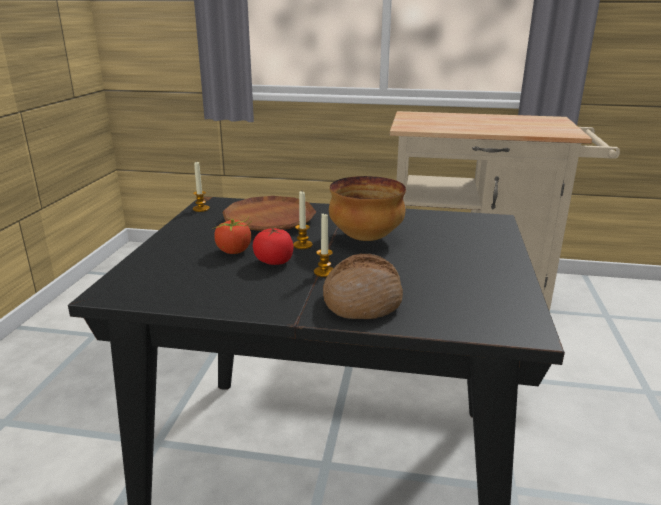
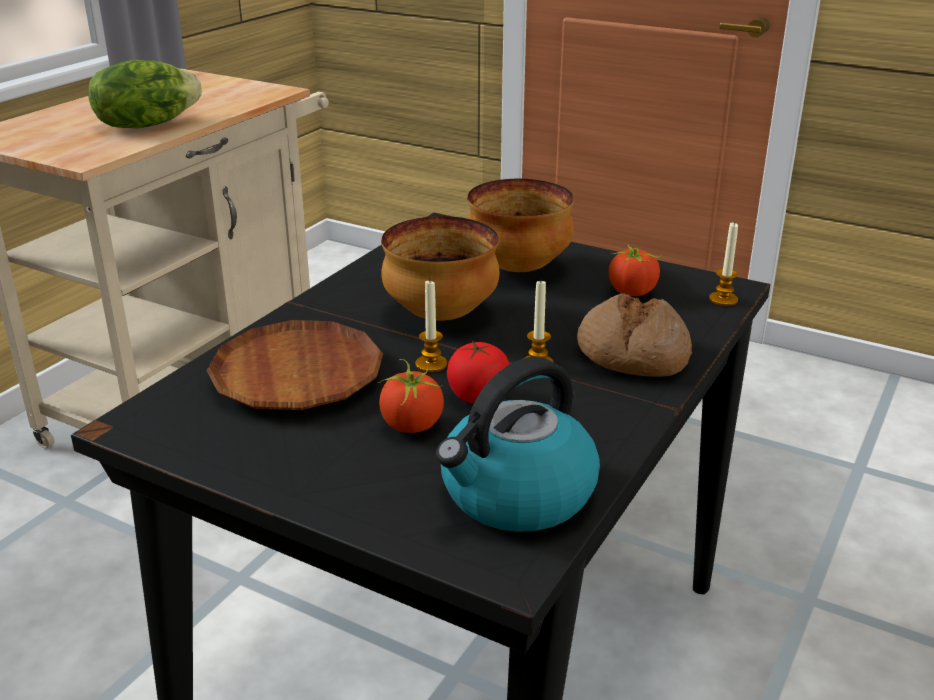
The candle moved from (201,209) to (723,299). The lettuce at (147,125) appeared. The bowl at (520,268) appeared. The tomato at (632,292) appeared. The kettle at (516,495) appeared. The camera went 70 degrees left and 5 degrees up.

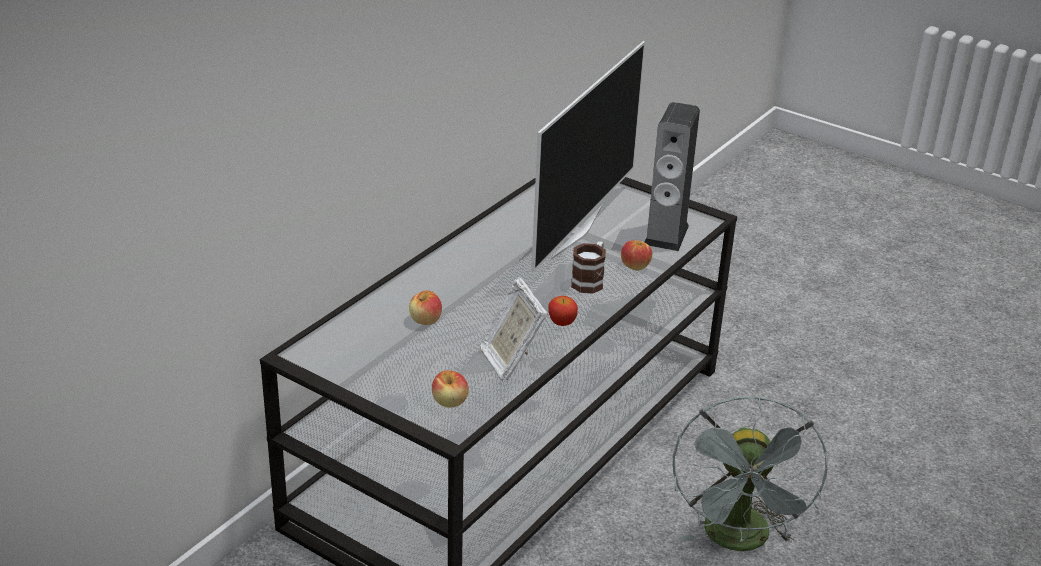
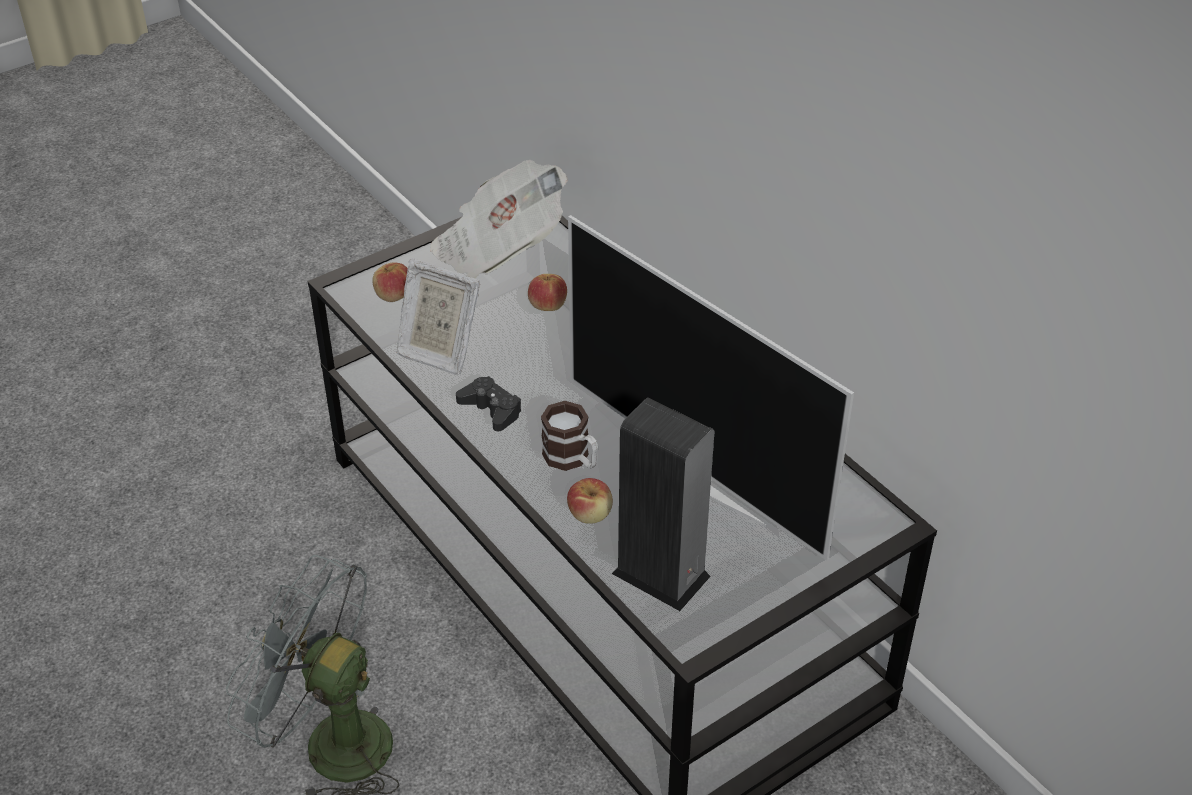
The picture frame at (510,361) turned 150 degrees counterclockwise. The apple at (562,322) was replaced by the black game controller at (491,409). The newspaper at (499,248) appeared. The camera went 110 degrees right and 10 degrees up.

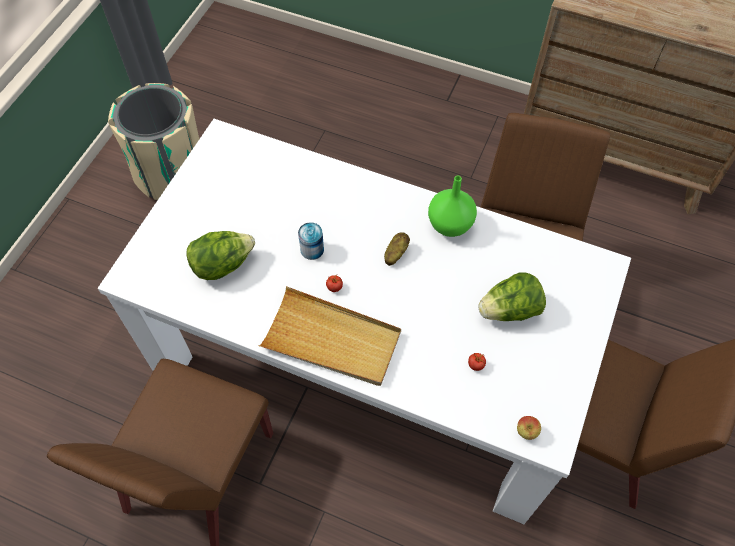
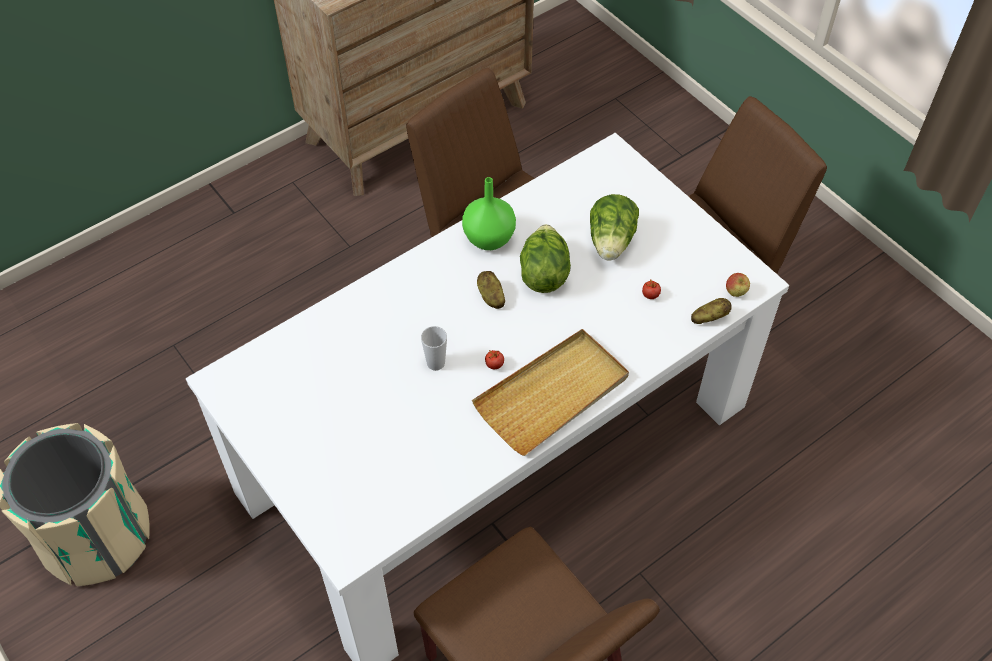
The can at (312,249) was replaced by the cup at (436,363). The lettuce moved from (223,265) to (543,273). The potato at (709,317) appeared. The camera went 60 degrees left and 5 degrees down.

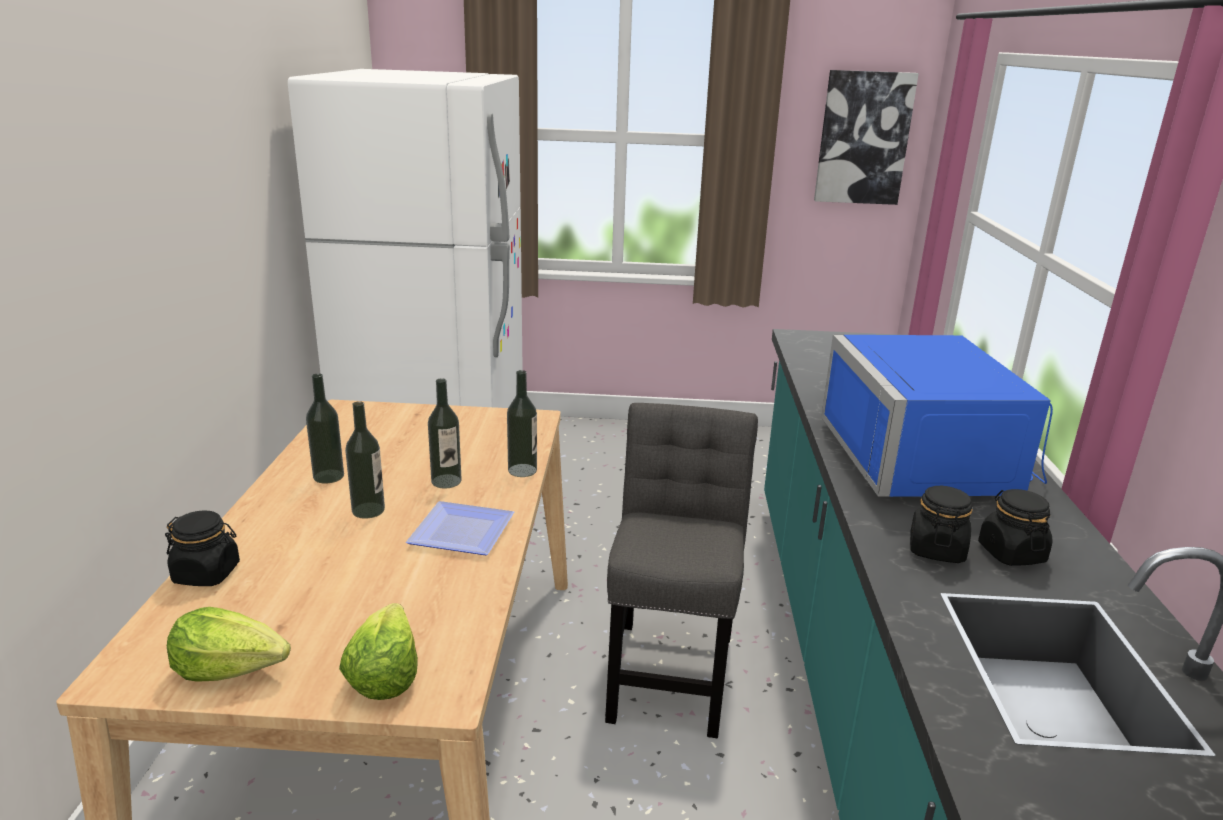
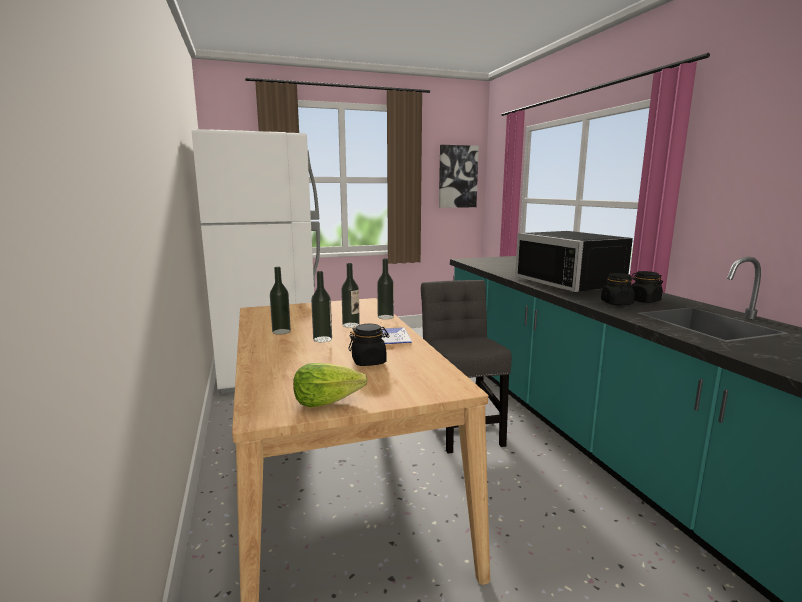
The blue microwave at (929,460) became the black microwave at (574,283). The black jar moved from (207,573) to (369,361). The lettuce at (384,674) disappeared. The camera went 20 degrees left and 10 degrees down.

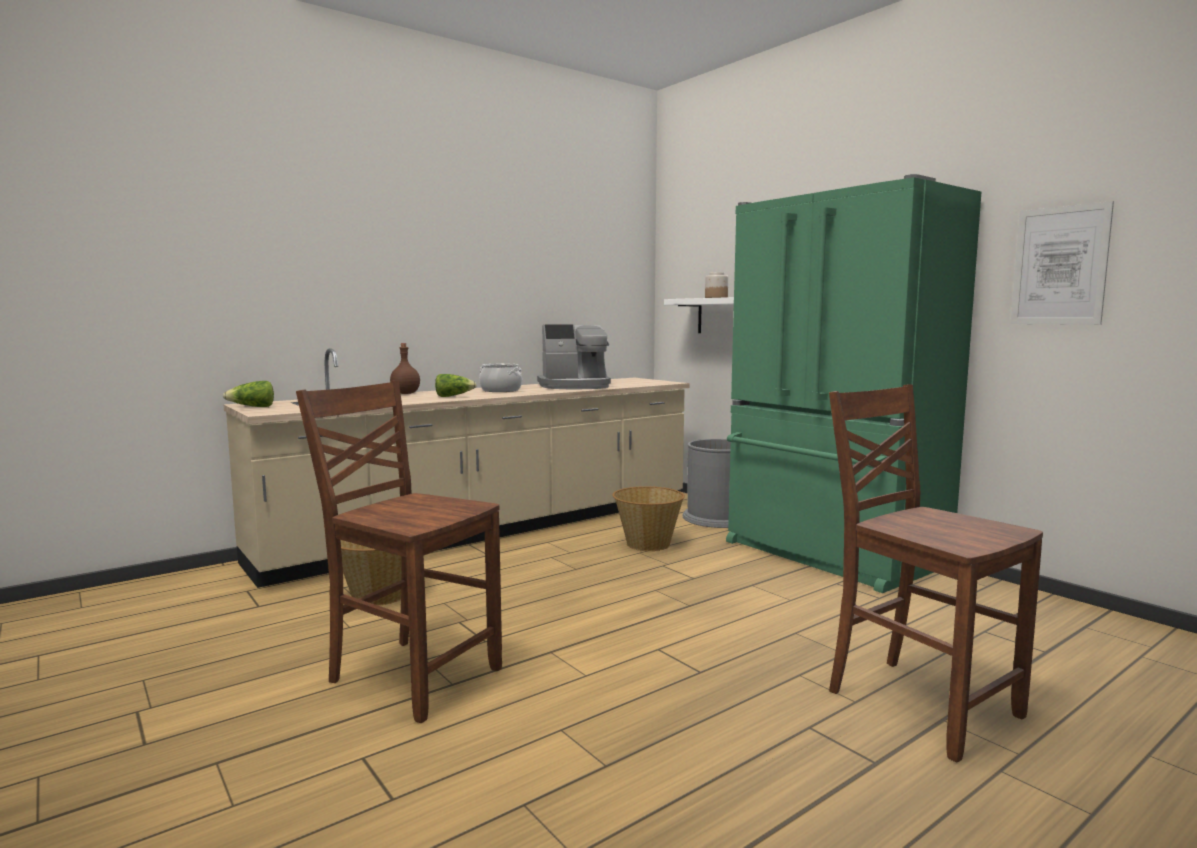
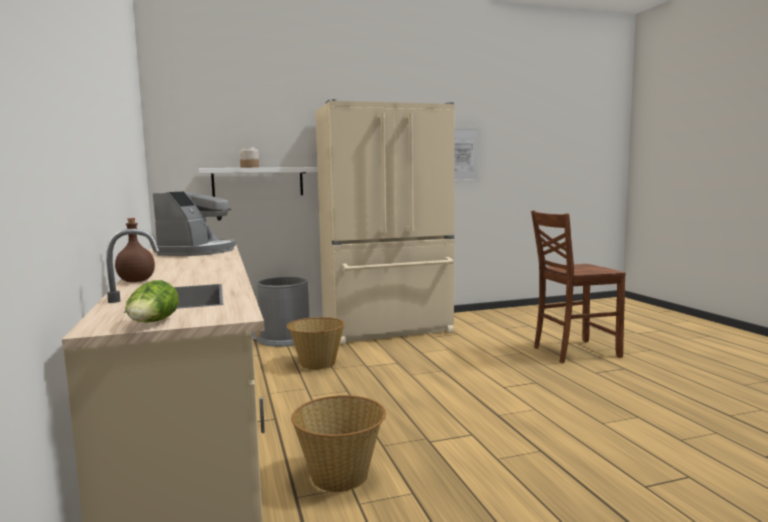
The green fridge at (830,555) became the beige fridge at (388,329). The cooking pot at (500,390) disappeared. The lettuce at (453,396) disappeared. The brown chair at (412,675) disappeared. The camera went 70 degrees left and 0 degrees up.

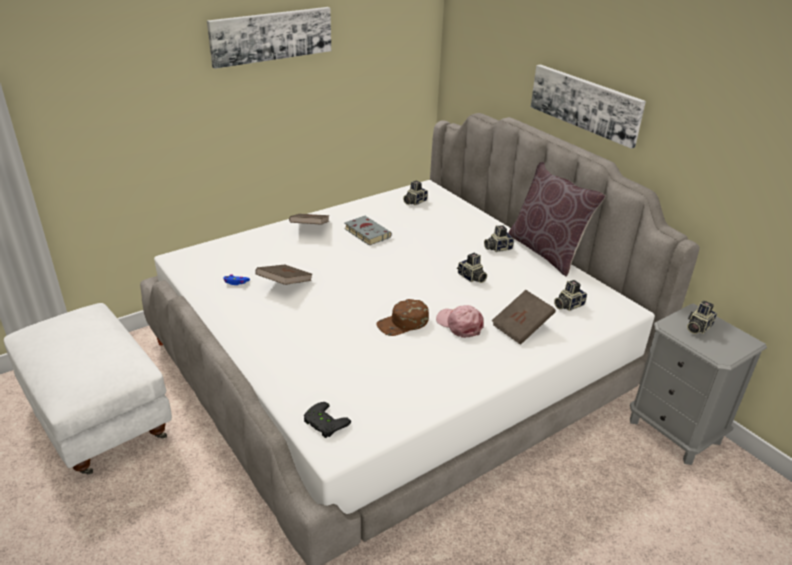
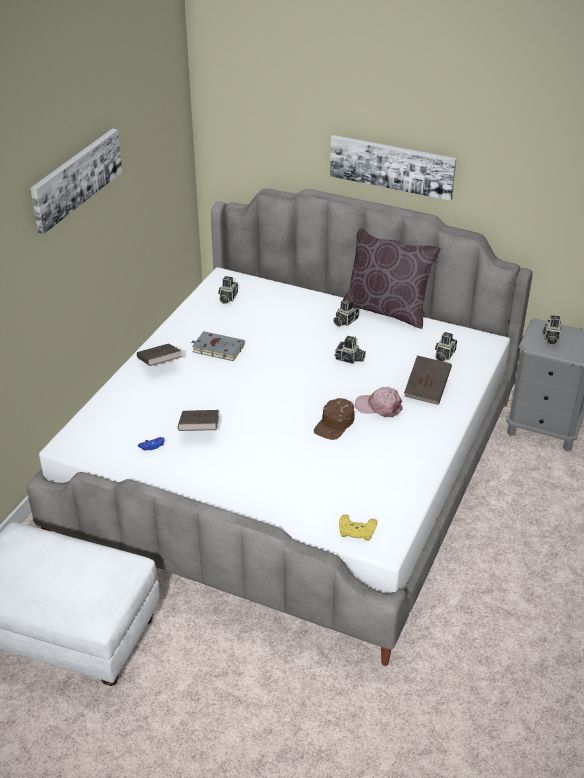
The black game controller at (323,423) became the yellow game controller at (356,531). The camera went 30 degrees left and 5 degrees up.

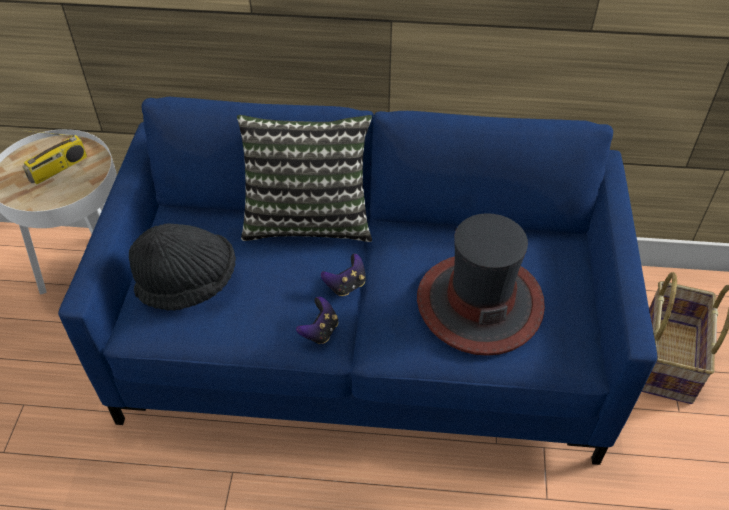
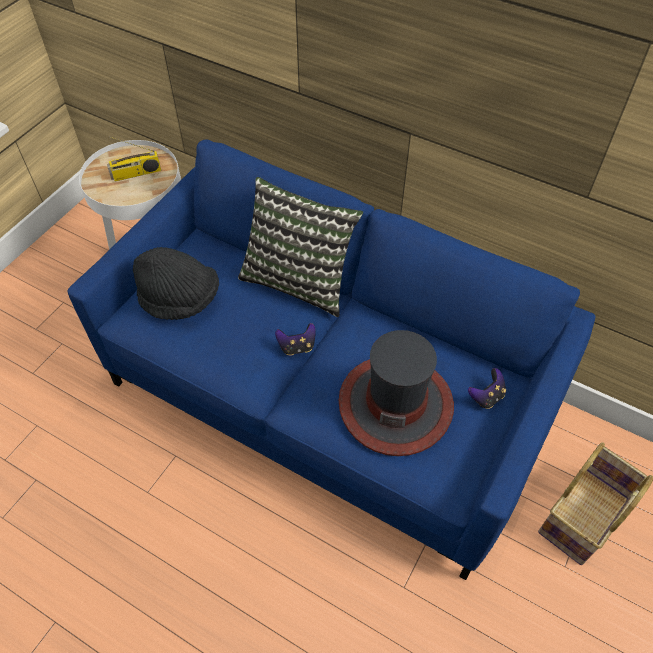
The game controller moved from (320,331) to (486,396). The camera went 25 degrees right and 5 degrees up.

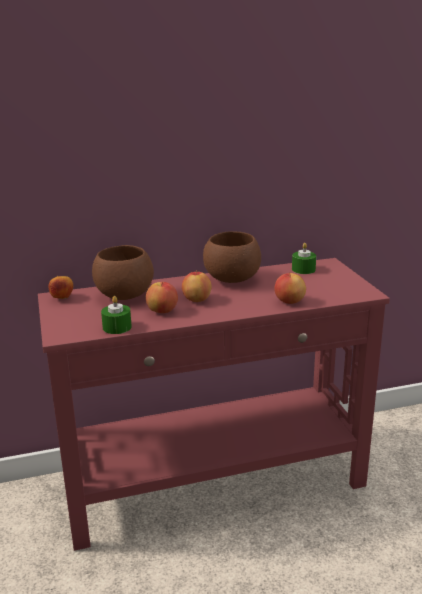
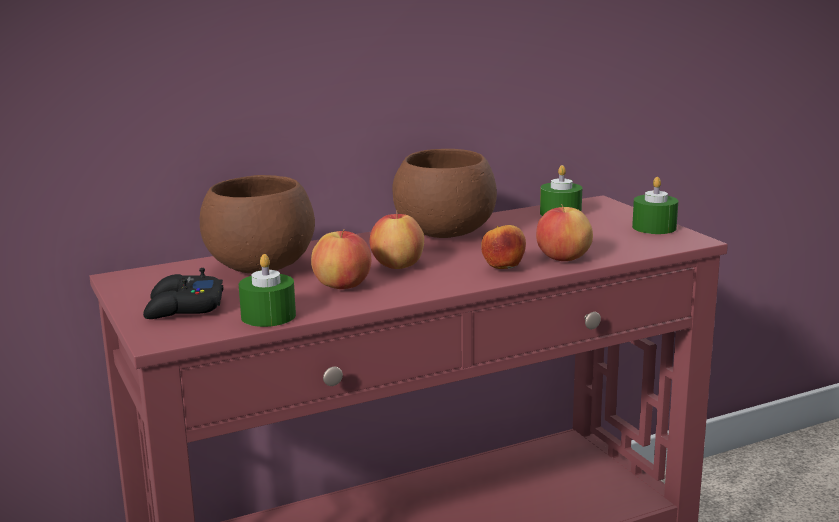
The apple moved from (62,298) to (503,268). The green candle at (654,227) appeared. The black game controller at (183,308) appeared. The camera went 10 degrees left and 5 degrees down.

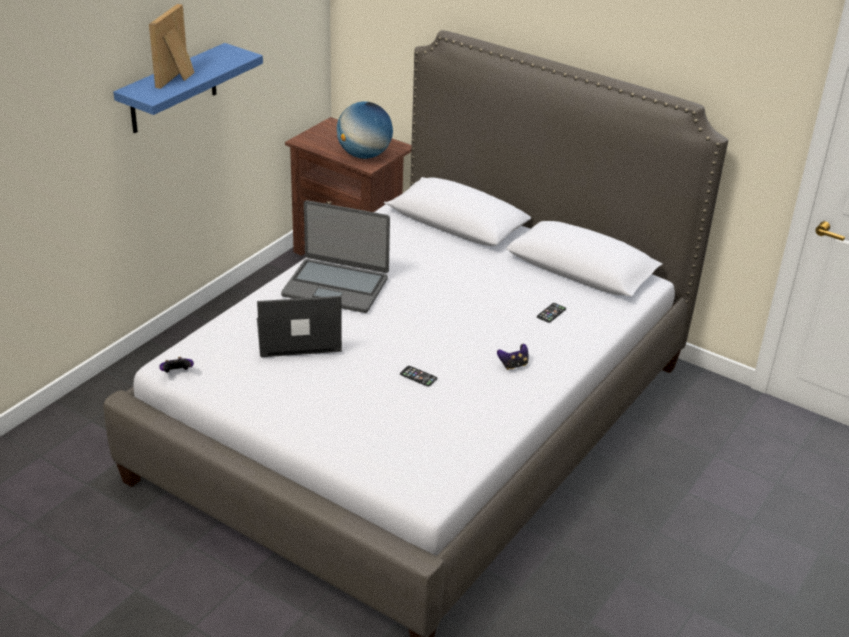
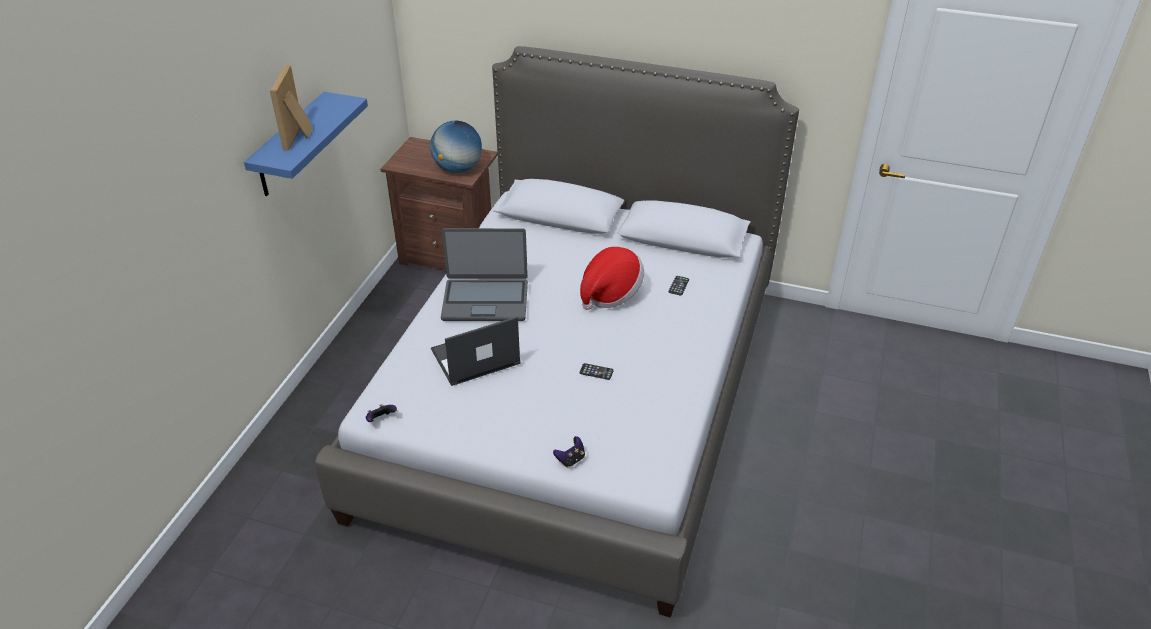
The game controller moved from (513,365) to (570,459). The hat at (610,293) appeared. The camera went 15 degrees left and 5 degrees up.

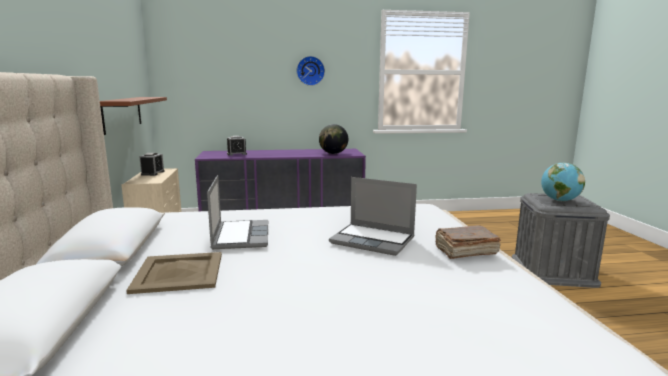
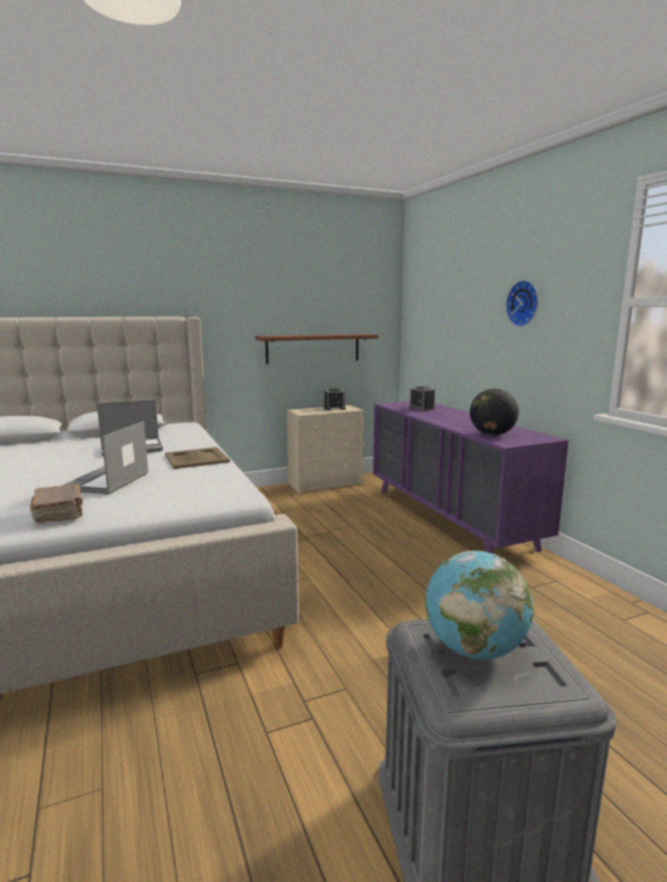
The beige tray moved from (178,273) to (196,458). The camera went 75 degrees right and 0 degrees up.

